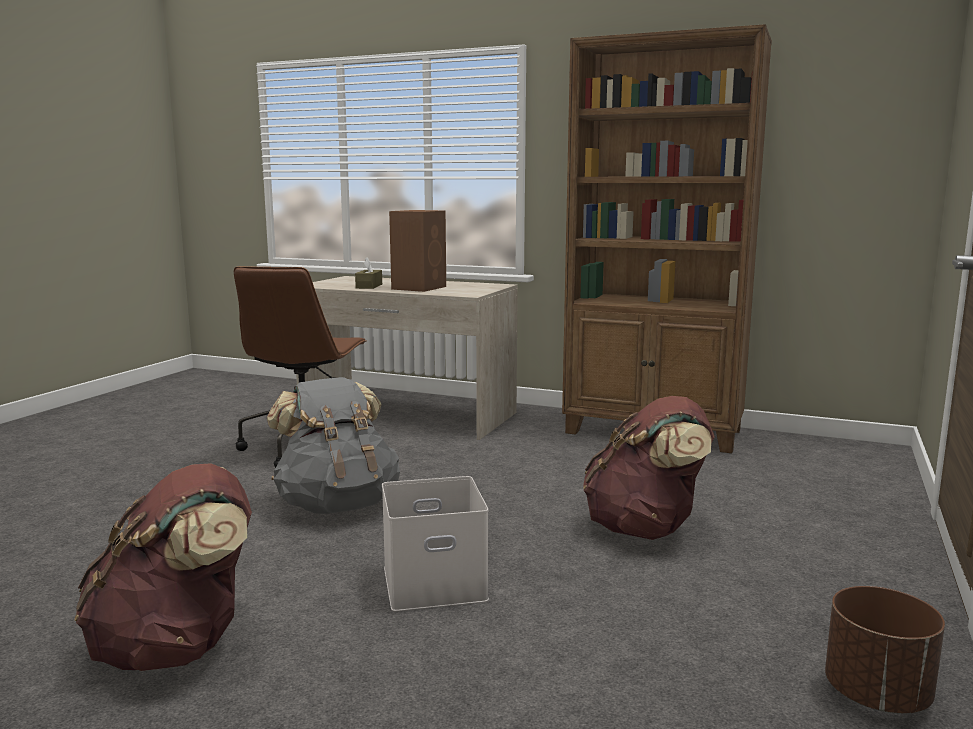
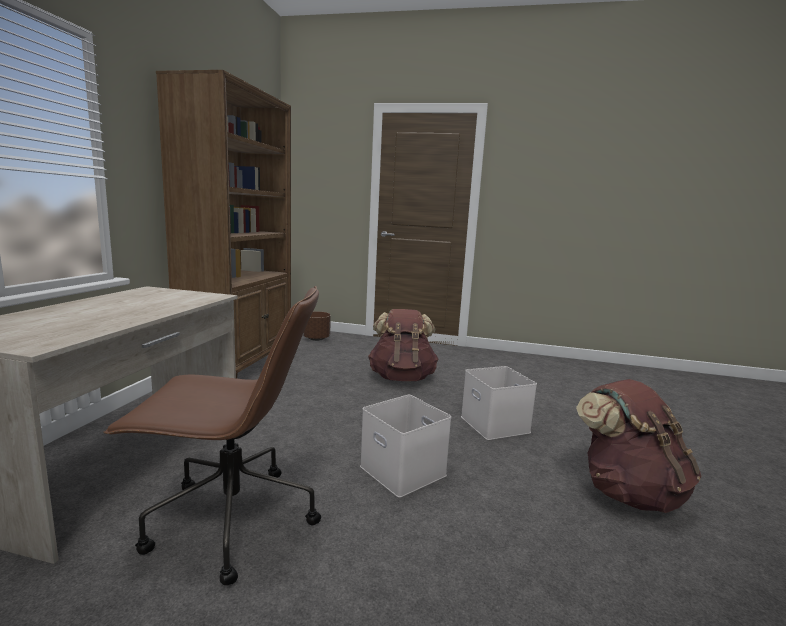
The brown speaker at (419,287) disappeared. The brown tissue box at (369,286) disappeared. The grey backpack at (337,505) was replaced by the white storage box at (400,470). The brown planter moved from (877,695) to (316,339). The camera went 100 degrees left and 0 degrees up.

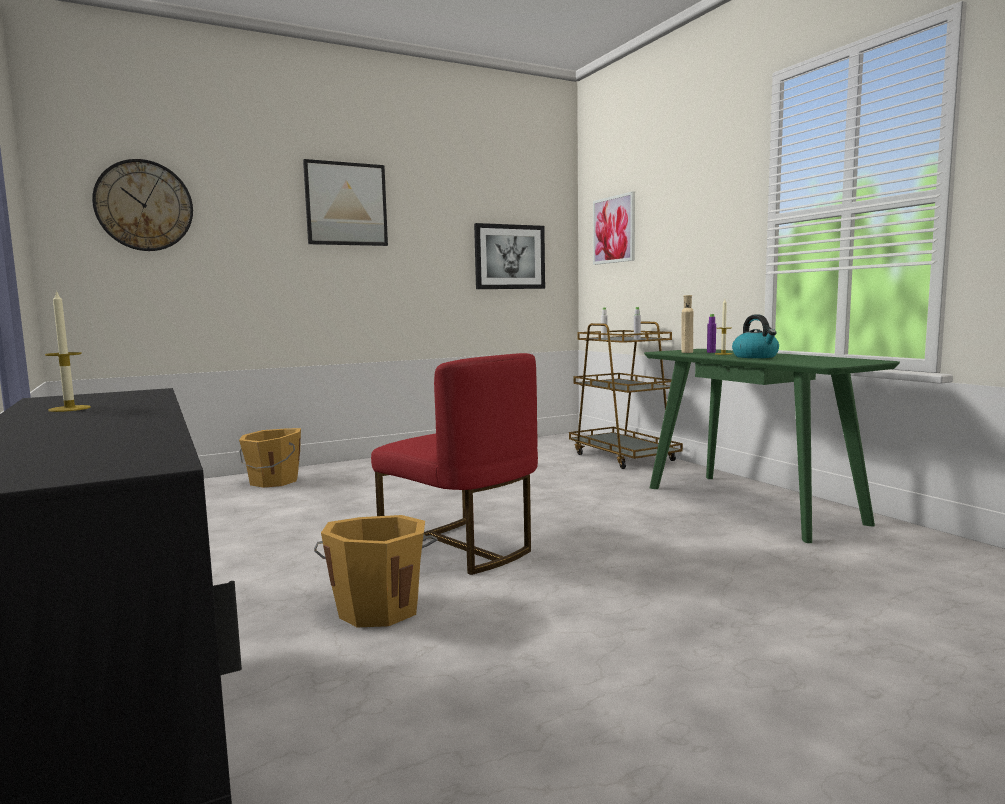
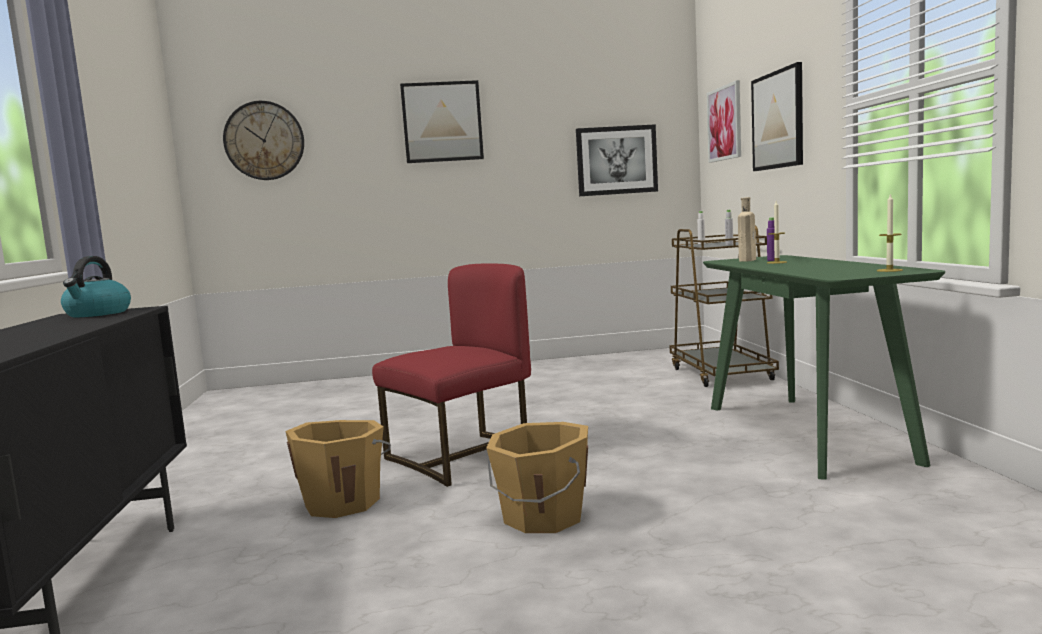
The candle moved from (69,409) to (889,270). The kettle moved from (756,357) to (98,314). The red chair at (461,548) turned 105 degrees counterclockwise. The orange bucket moved from (273,481) to (542,517). The picture at (778,120) appeared. The camera went 20 degrees right and 0 degrees up.

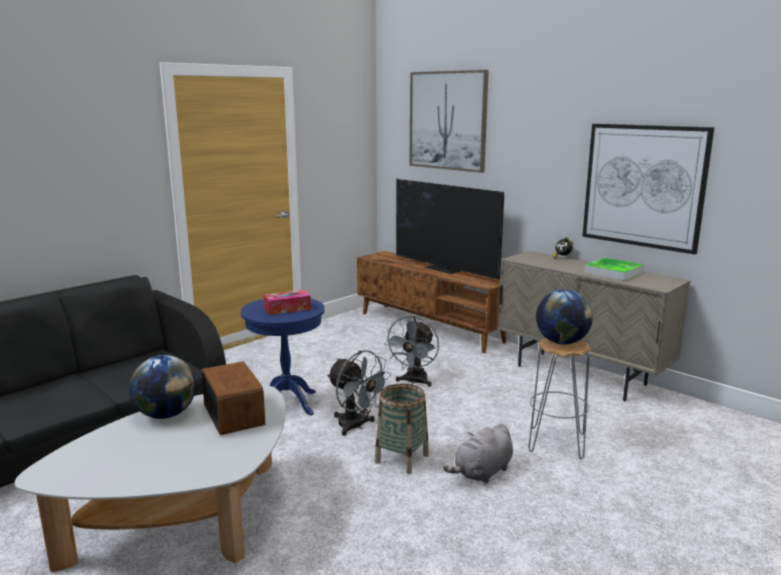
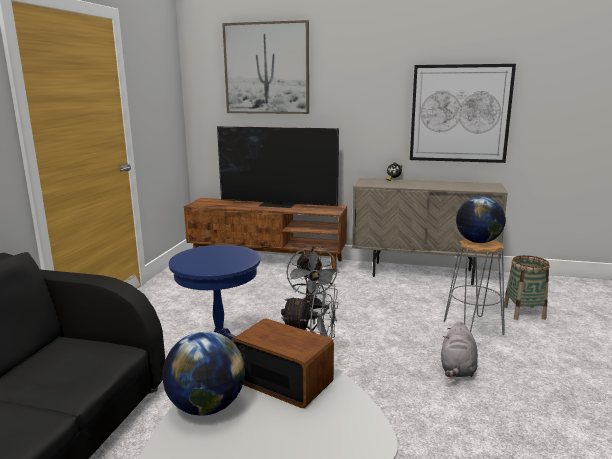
The tray at (613,272) disappeared. The tissue box at (287,308) disappeared. The basket moved from (402,459) to (524,312). The camera went 30 degrees left and 0 degrees up.

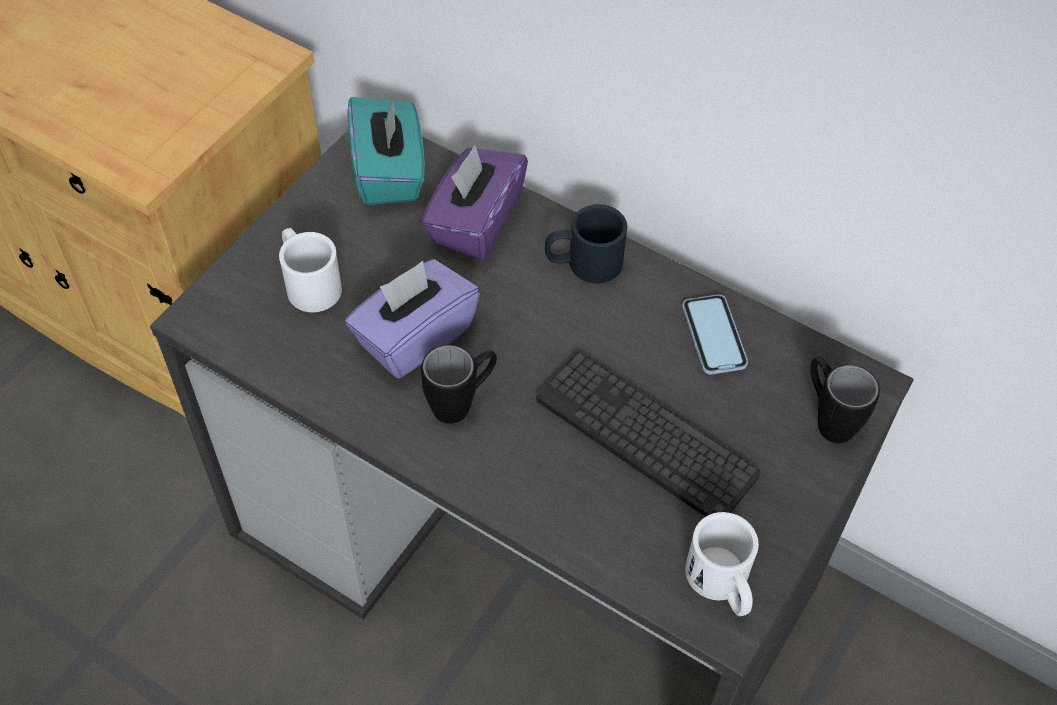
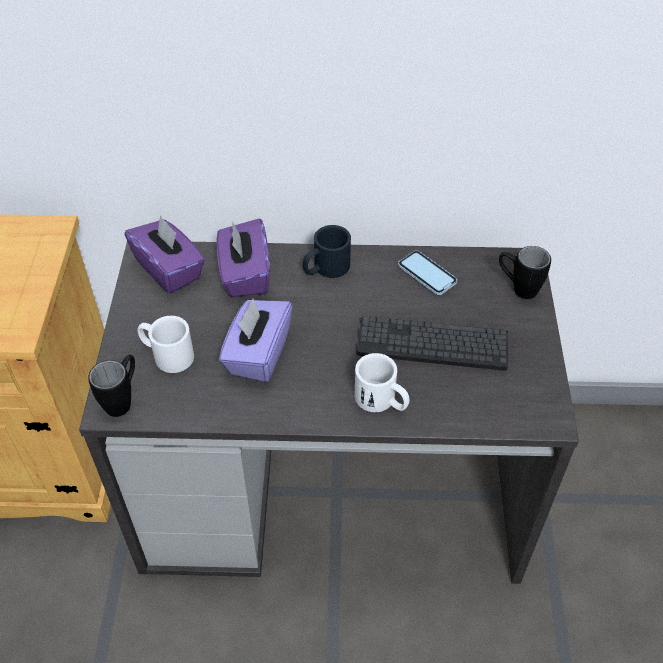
The turquoise tissue box at (389,173) became the purple tissue box at (169,270). The black mug moved from (462,403) to (123,399). The white mug moved from (722,584) to (382,401). The camera went 30 degrees left and 5 degrees down.

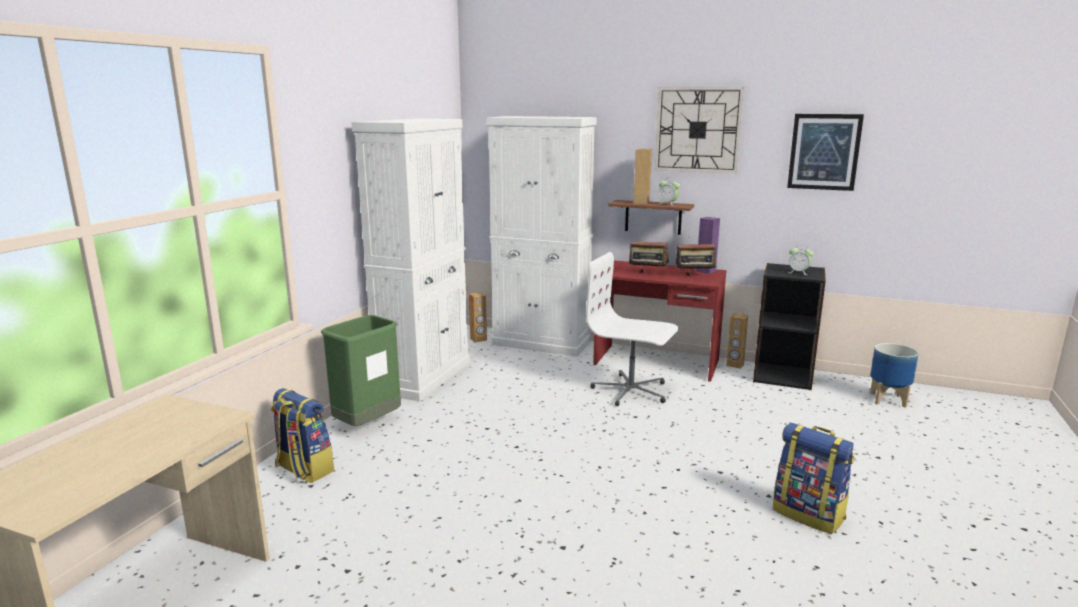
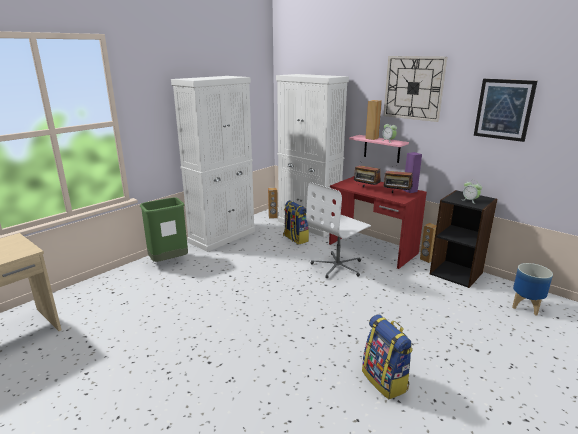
The brown shelf at (653,217) became the pink shelf at (382,149). The white office chair at (631,391) turned 90 degrees counterclockwise. The backpack moved from (303,470) to (295,239). The camera went 20 degrees right and 5 degrees up.

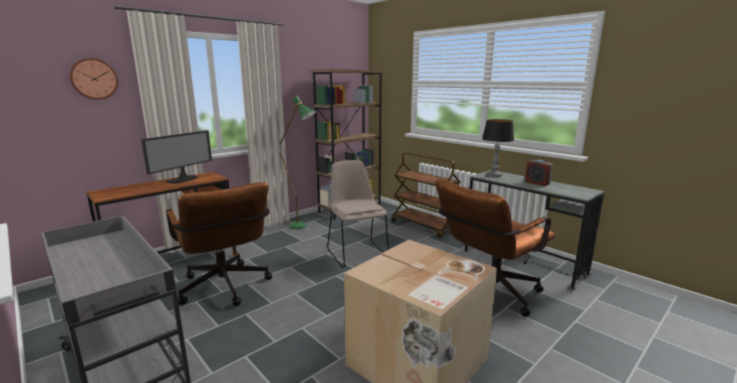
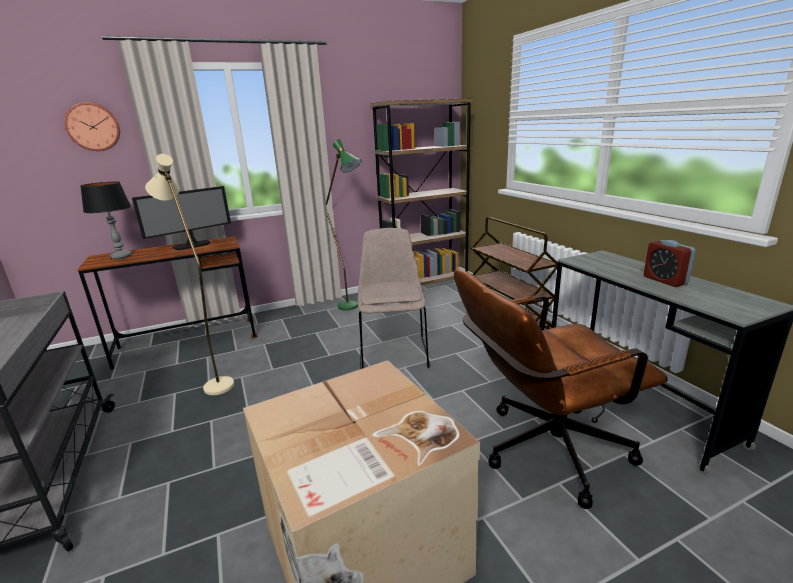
The table lamp moved from (494,176) to (121,256). The brown office chair at (226,289) was replaced by the beige floor lamp at (214,382). The camera went 20 degrees right and 5 degrees up.

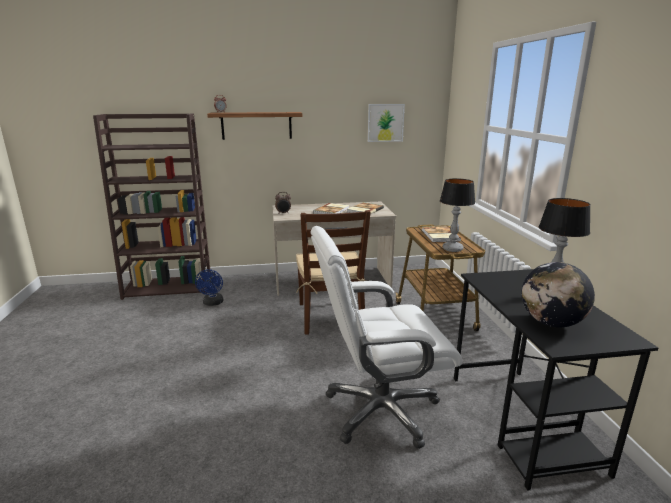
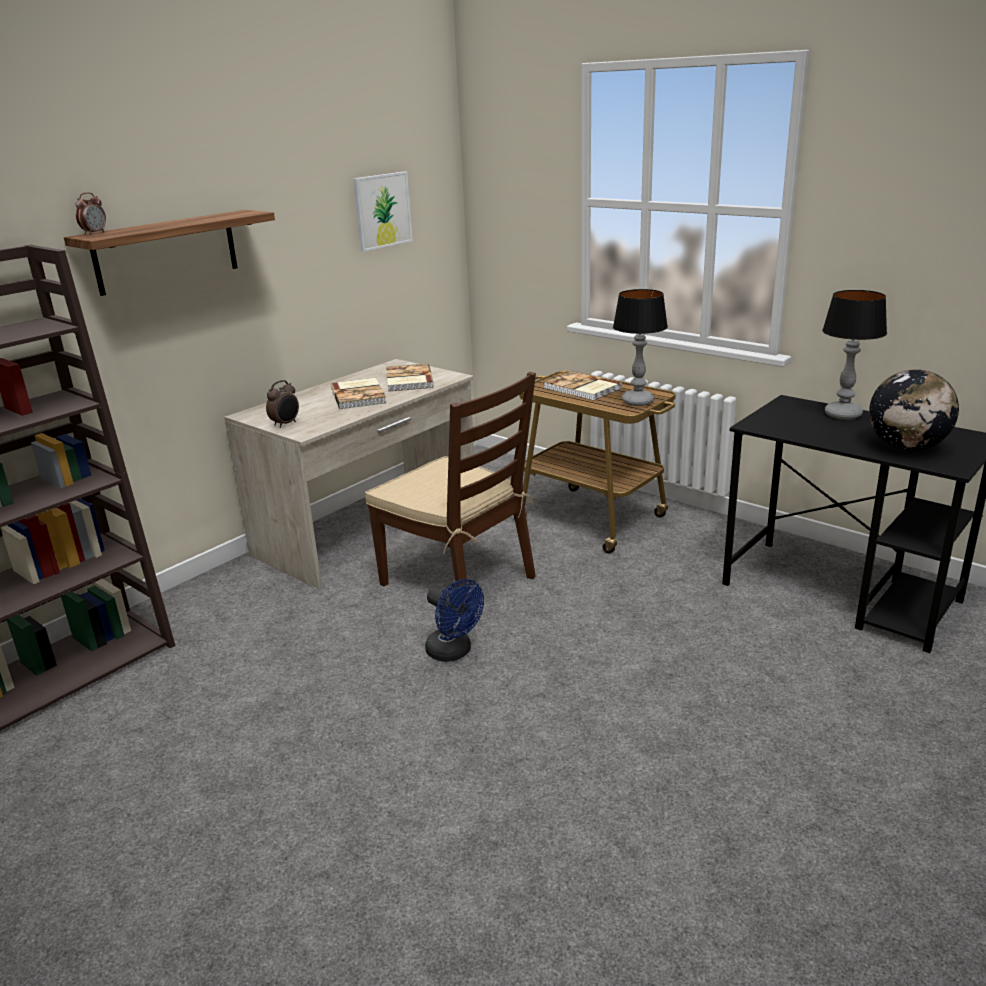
The white office chair at (380,410) disappeared. The blue fan moved from (212,303) to (454,652). The camera went 40 degrees left and 5 degrees up.

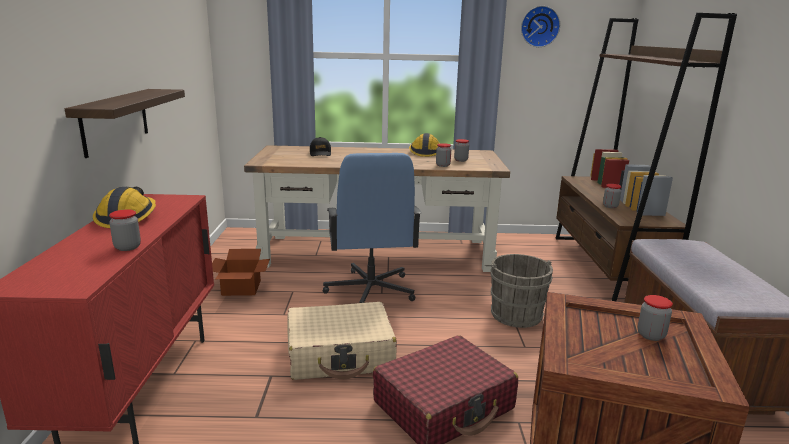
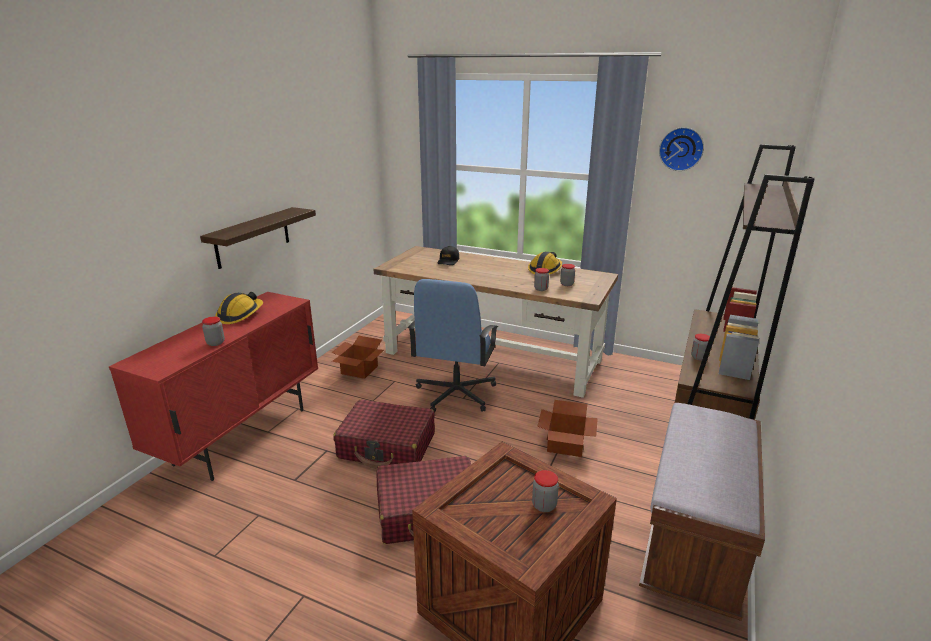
The grey bucket at (515,313) was replaced by the cardboard box at (564,445). The beige suitcase at (340,354) became the red suitcase at (387,446). The camera went 25 degrees right and 5 degrees up.

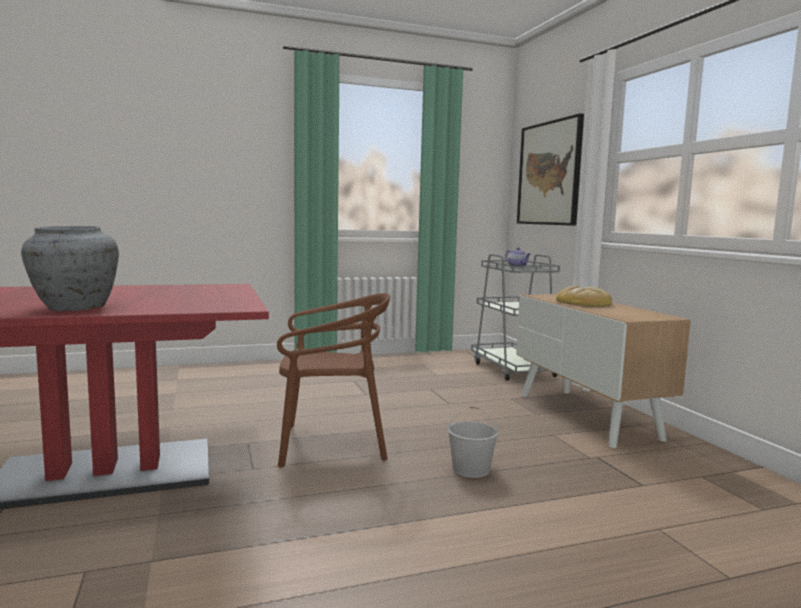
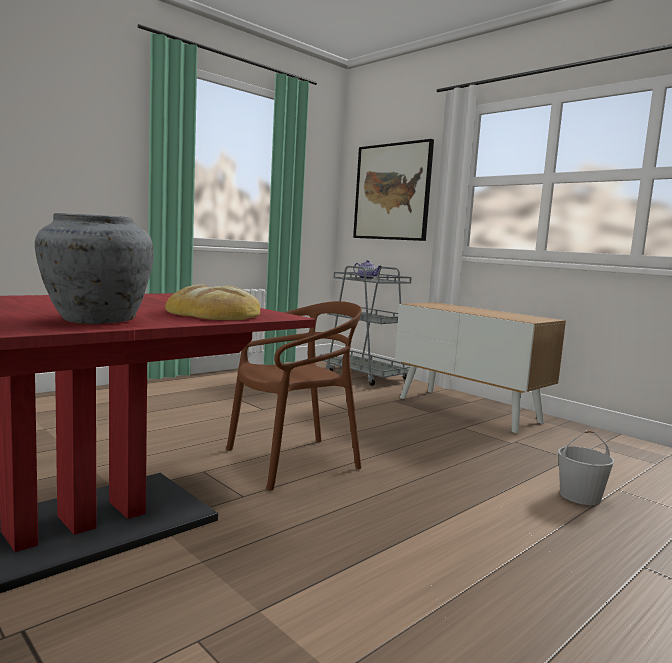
The bread moved from (584,302) to (215,314). The white bucket moved from (471,469) to (580,496). The camera went 25 degrees left and 0 degrees up.

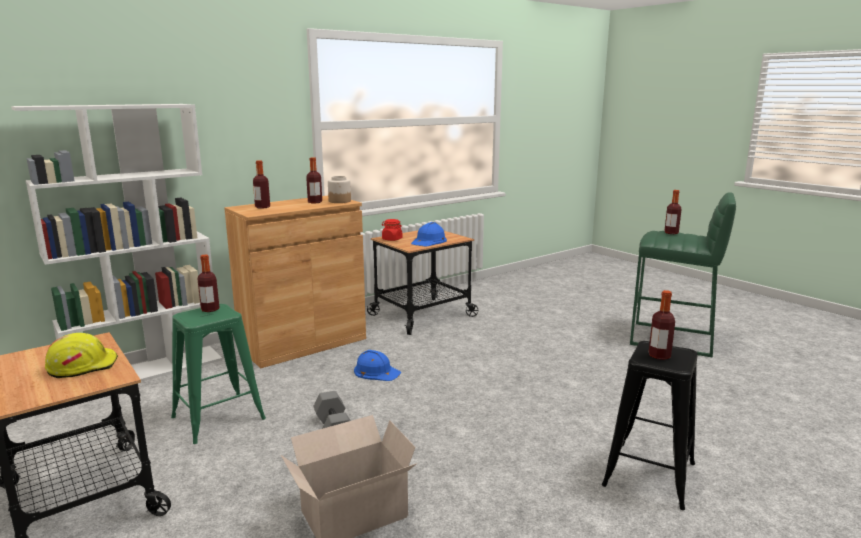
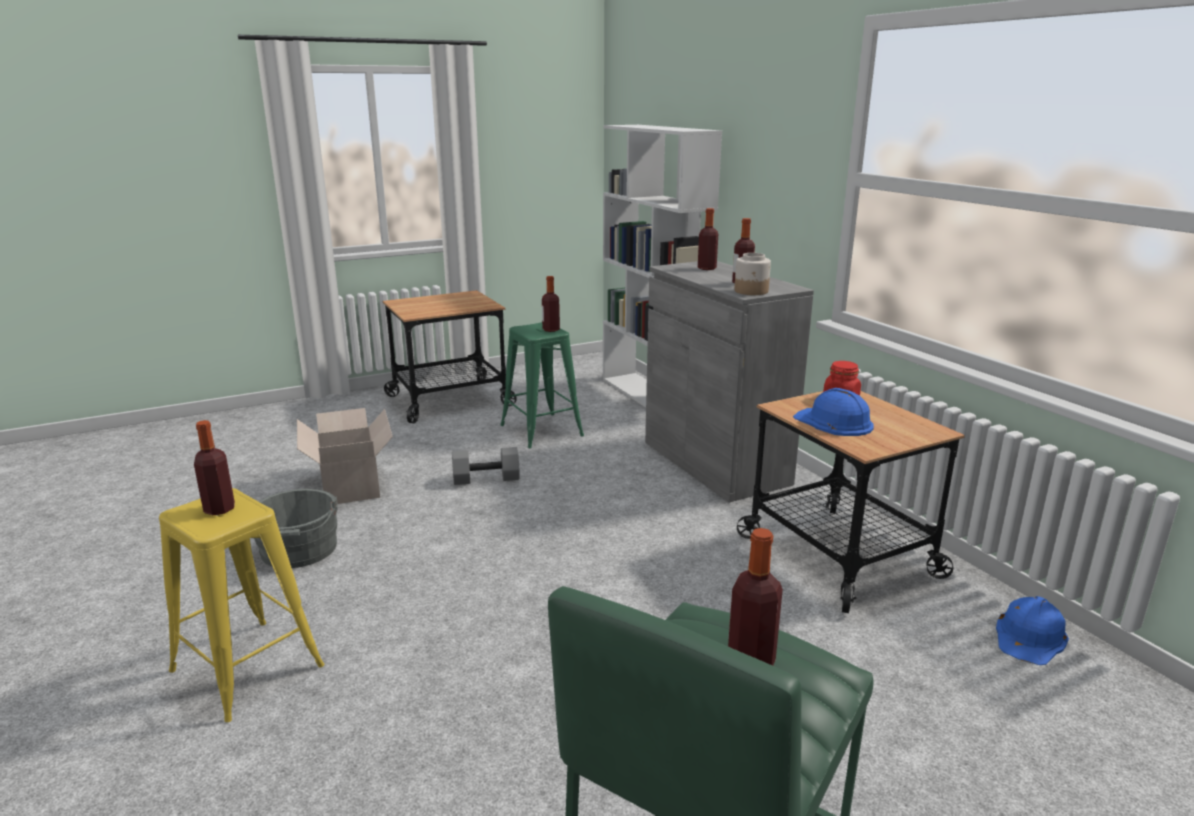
The brown cabinet at (303,343) became the grey cabinet at (715,462). The yellow hard hat at (83,366) disappeared. The black stool at (649,474) became the yellow stool at (247,668). The blue hard hat moved from (376,371) to (1030,637). The grey bucket at (298,551) appeared. The camera went 100 degrees right and 5 degrees up.

